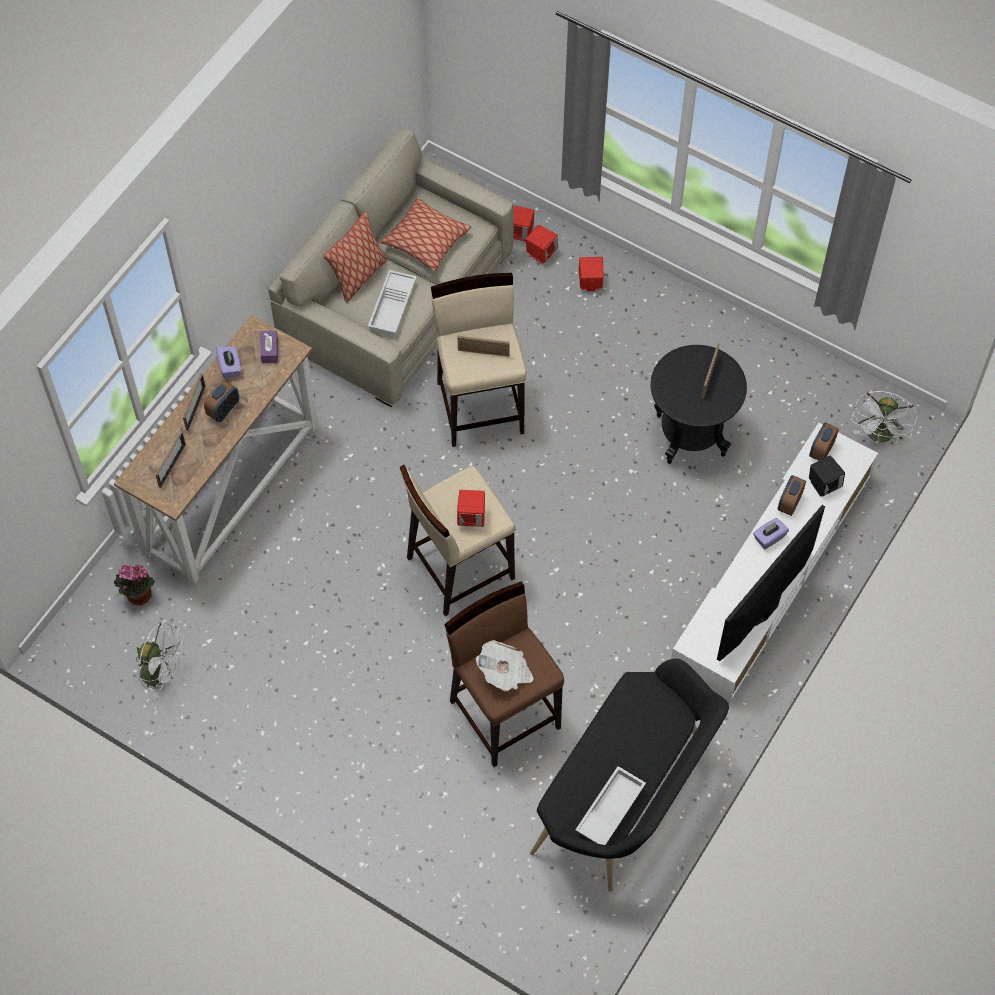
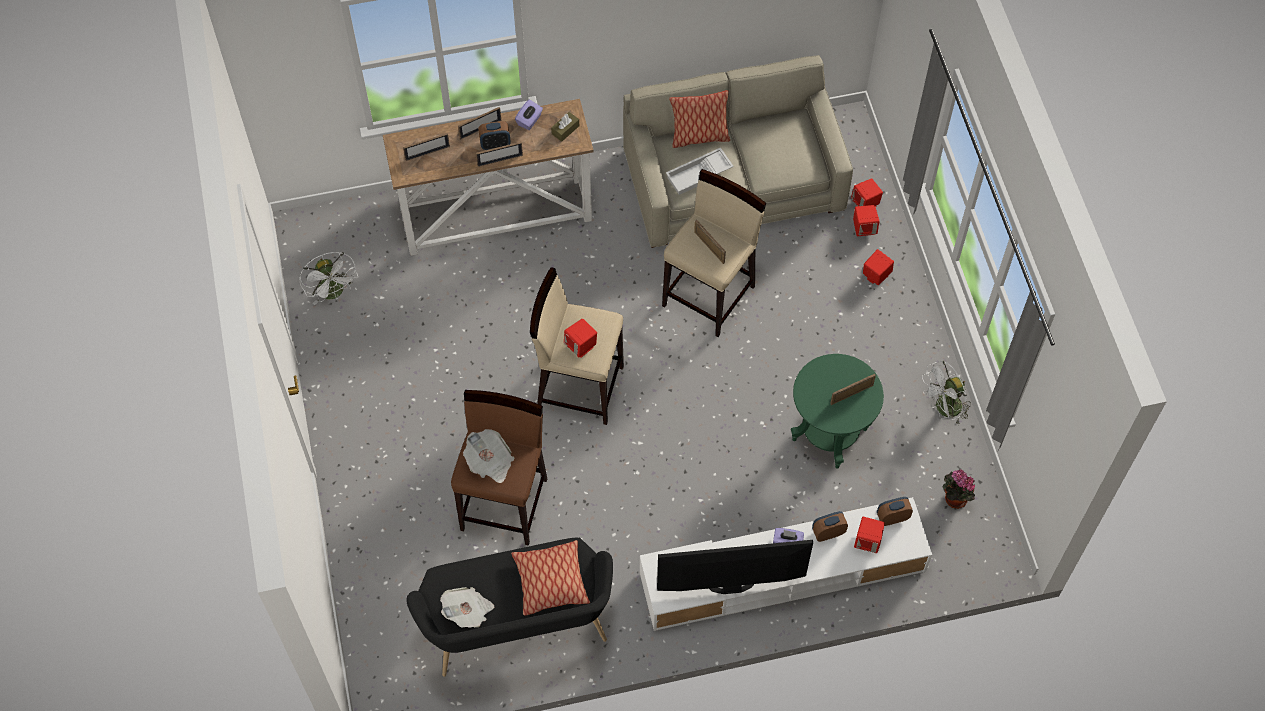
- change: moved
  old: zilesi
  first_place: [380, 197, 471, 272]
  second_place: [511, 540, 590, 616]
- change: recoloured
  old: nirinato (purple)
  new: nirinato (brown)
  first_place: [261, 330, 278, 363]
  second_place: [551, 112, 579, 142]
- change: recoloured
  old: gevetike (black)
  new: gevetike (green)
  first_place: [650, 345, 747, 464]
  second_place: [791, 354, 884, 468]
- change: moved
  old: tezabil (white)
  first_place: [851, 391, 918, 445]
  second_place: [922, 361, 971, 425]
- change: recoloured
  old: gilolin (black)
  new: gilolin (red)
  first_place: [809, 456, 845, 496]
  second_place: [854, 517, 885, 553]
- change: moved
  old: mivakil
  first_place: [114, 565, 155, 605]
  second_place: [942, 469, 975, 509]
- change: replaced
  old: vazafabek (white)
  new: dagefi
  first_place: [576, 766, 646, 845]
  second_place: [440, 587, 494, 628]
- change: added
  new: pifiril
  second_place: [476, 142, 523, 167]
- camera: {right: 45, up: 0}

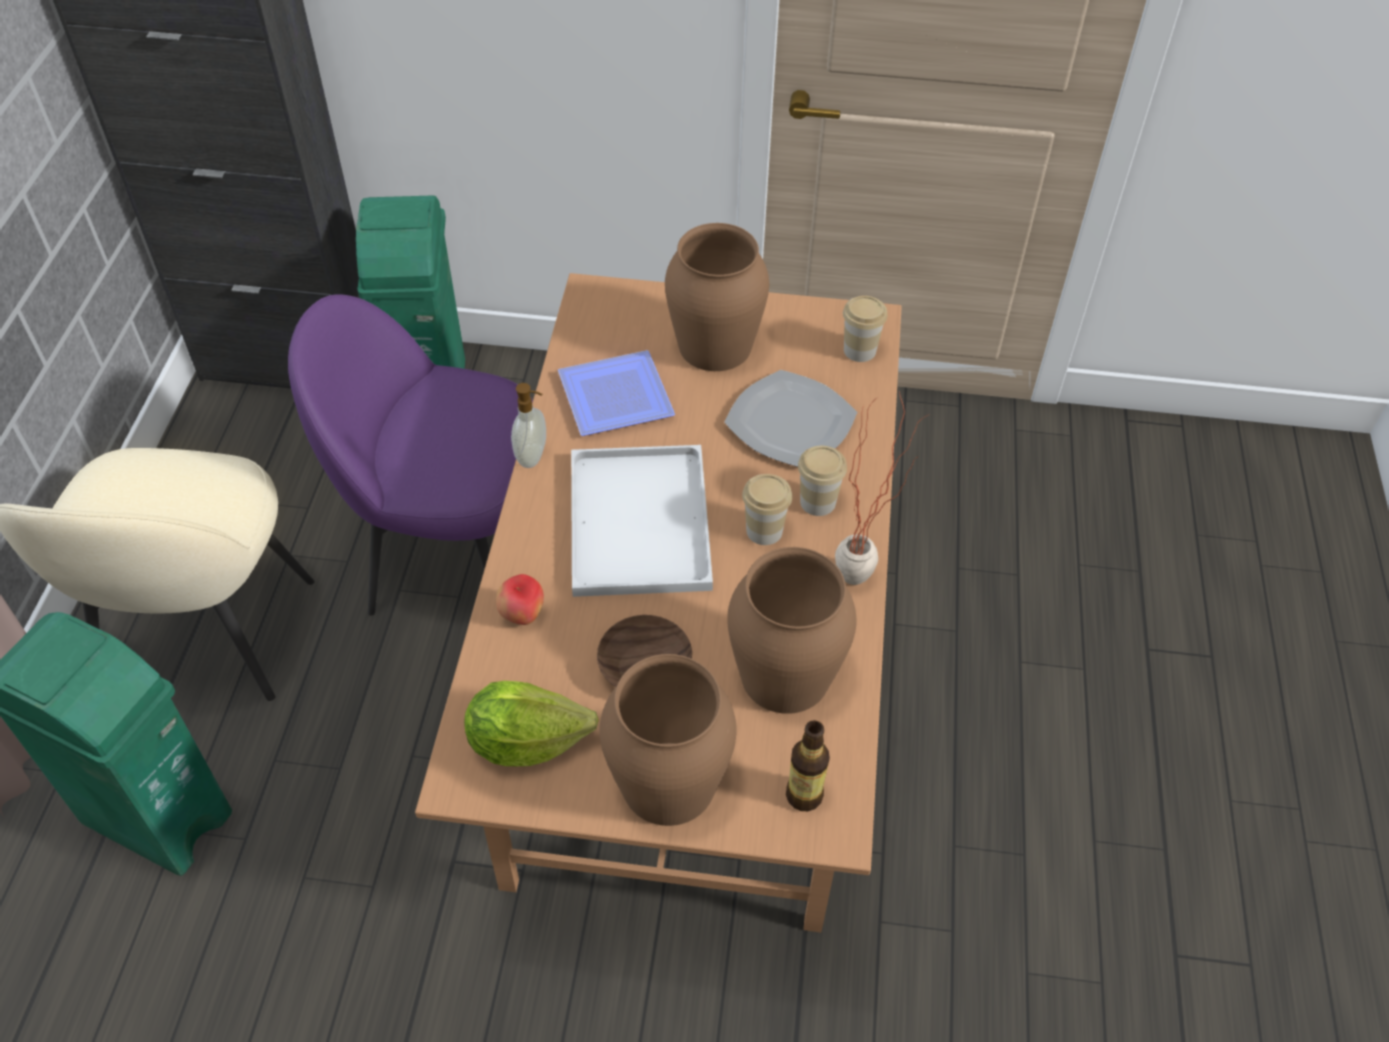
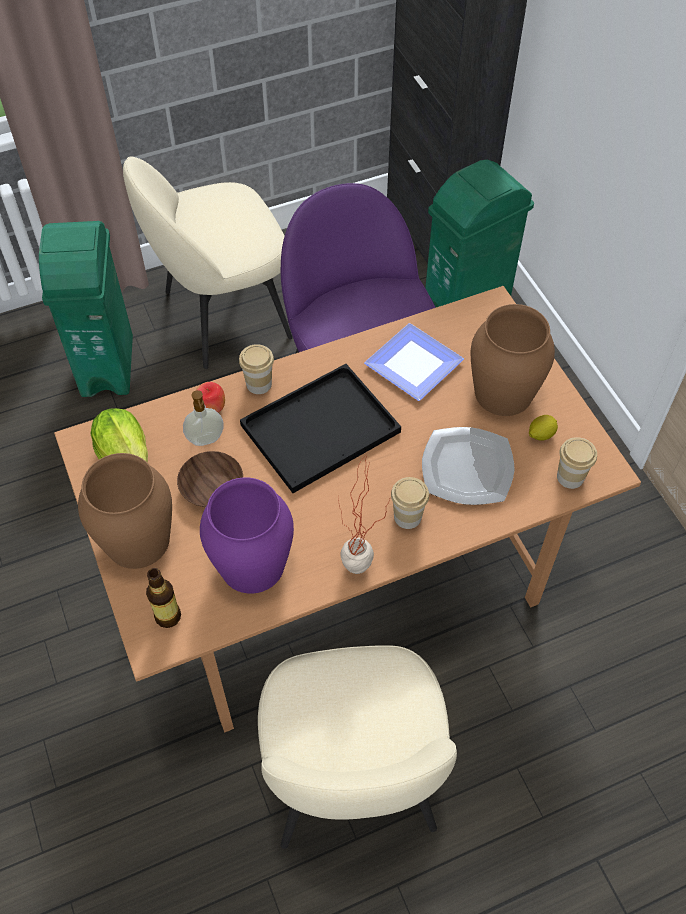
- change: moved
  old: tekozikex
  first_place: [511, 383, 546, 468]
  second_place: [183, 390, 224, 446]
- change: recoloured
  old: vazafabek (white)
  new: vazafabek (black)
  first_place: [571, 445, 713, 597]
  second_place: [240, 364, 401, 493]
- change: moved
  old: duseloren
  first_place: [742, 474, 792, 545]
  second_place: [239, 344, 274, 394]
- change: recoloured
  old: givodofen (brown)
  new: givodofen (purple)
  first_place: [728, 547, 857, 714]
  second_place: [200, 477, 294, 594]
- change: added
  new: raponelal
  second_place: [529, 415, 558, 441]
- change: added
  new: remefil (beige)
  second_place: [258, 645, 457, 849]
- camera: {right: 60, up: 5}

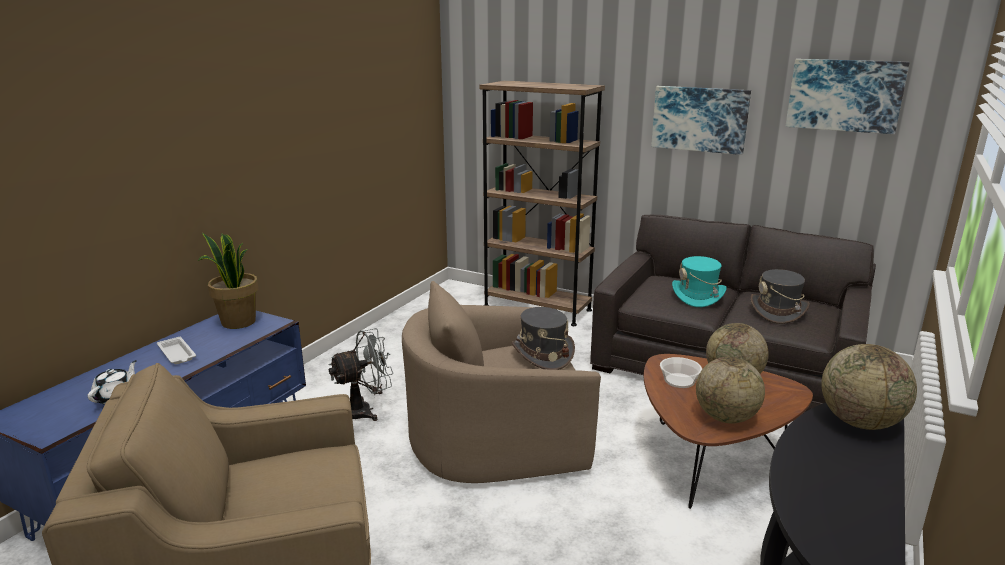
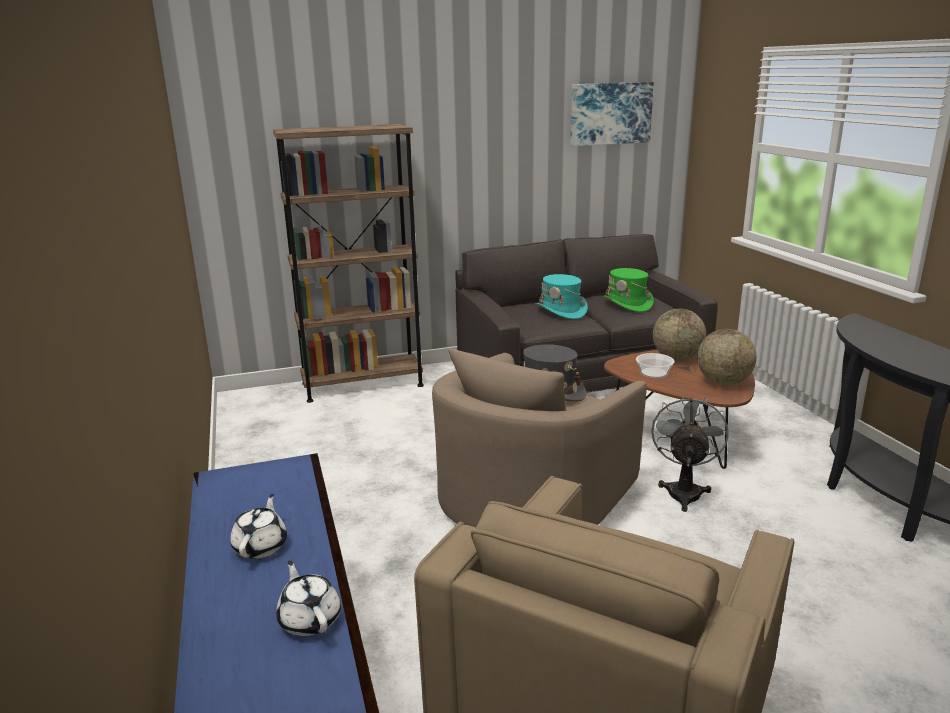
- change: removed
  old: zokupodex
  first_place: [651, 86, 751, 155]
- change: removed
  old: mivakil
  first_place: [198, 233, 258, 329]
- change: recoloured
  old: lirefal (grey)
  new: lirefal (green)
  first_place: [751, 269, 810, 324]
  second_place: [602, 268, 654, 312]
- change: moved
  old: tezabil (grey)
  first_place: [329, 328, 393, 421]
  second_place: [651, 393, 728, 512]
- change: replaced
  old: vazafabek (white)
  new: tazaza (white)
  first_place: [157, 336, 196, 364]
  second_place: [230, 494, 287, 559]
- change: removed
  old: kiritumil
  first_place: [821, 344, 917, 430]
- camera: {right: -45, up: 0}

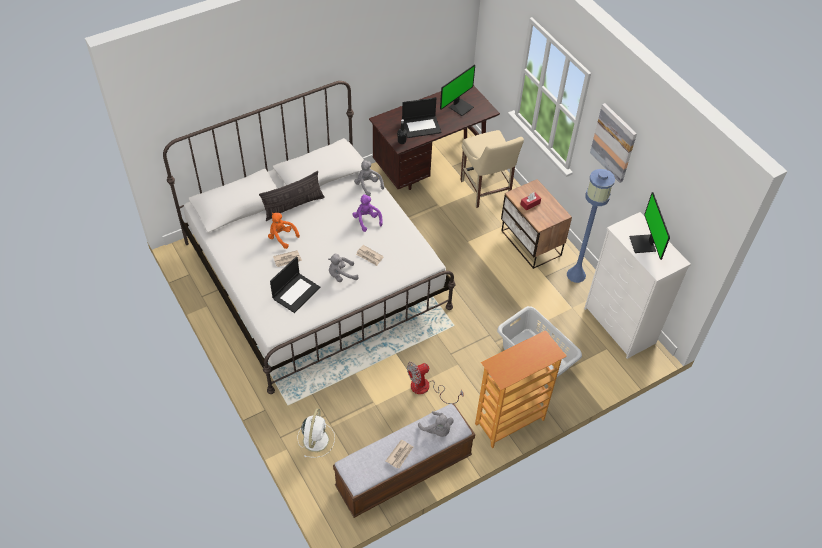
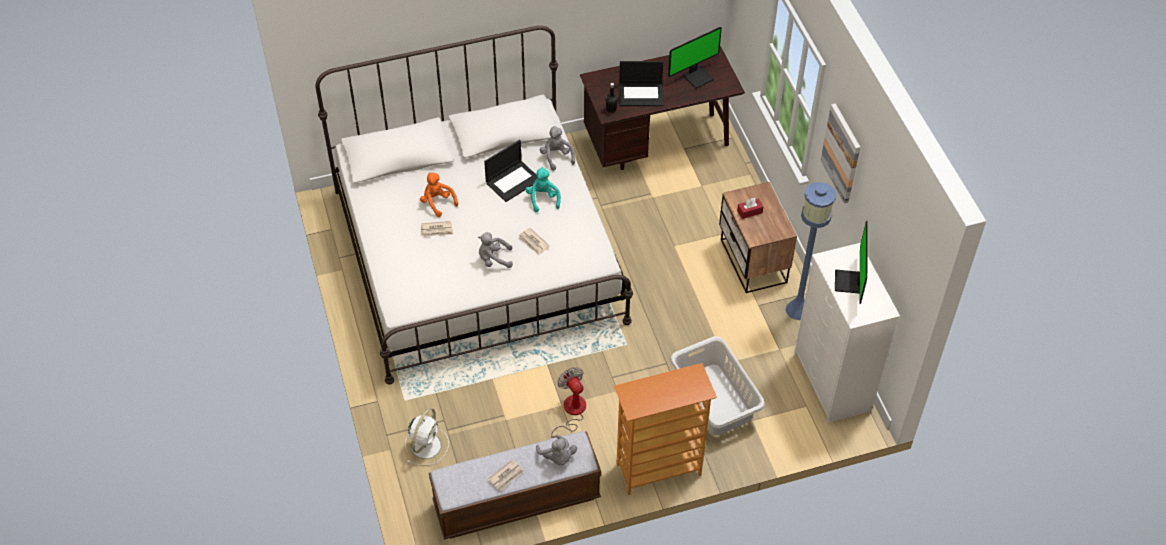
- change: removed
  old: remefil (beige)
  first_place: [460, 130, 524, 208]
- change: removed
  old: zilesi
  first_place: [259, 171, 325, 221]
- change: recoloured
  old: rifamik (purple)
  new: rifamik (turquoise)
  first_place: [352, 194, 383, 232]
  second_place: [525, 167, 561, 212]
- change: moved
  old: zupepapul
  first_place: [270, 256, 320, 313]
  second_place: [484, 140, 537, 202]
- change: turned
  old: tezabil
  first_place: [407, 362, 464, 404]
  second_place: [551, 367, 586, 439]
  degrees: 75
- camera: {right: 15, up: 0}

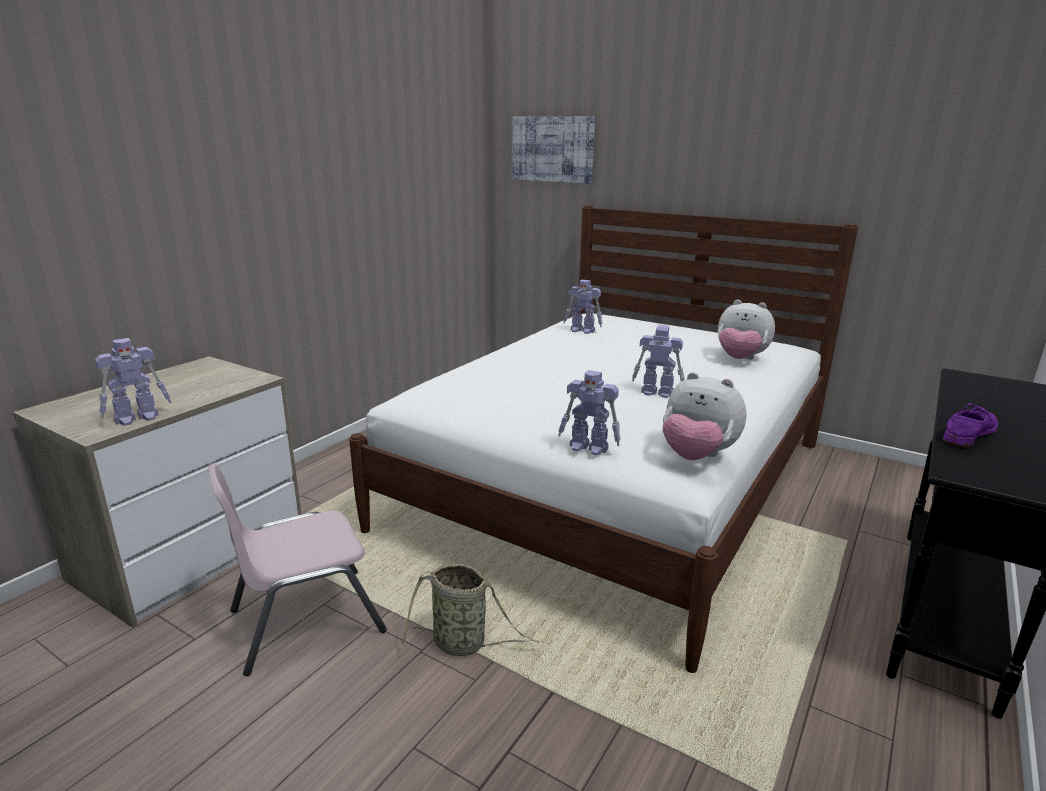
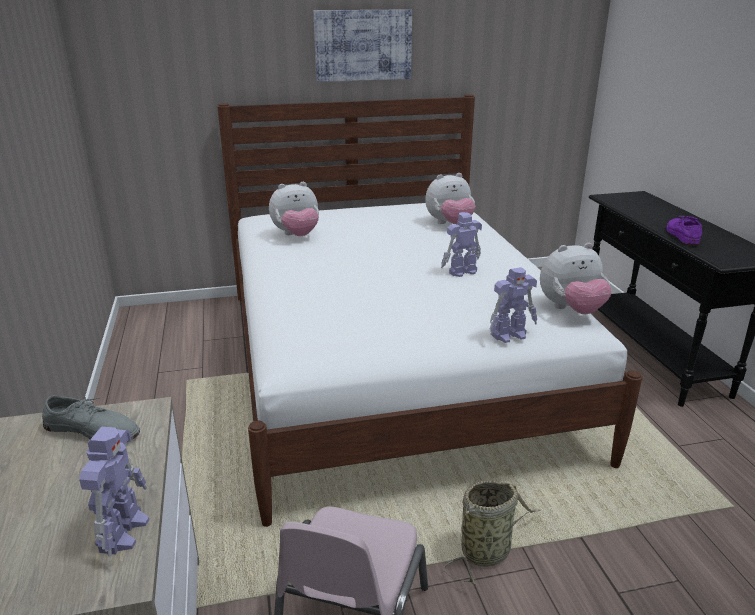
- change: moved
  old: zokupodex
  first_place: [512, 117, 595, 184]
  second_place: [314, 9, 412, 82]
- change: replaced
  old: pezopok
  new: rifamik
  first_place: [563, 280, 602, 334]
  second_place: [269, 182, 319, 236]
- change: added
  new: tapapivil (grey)
  second_place: [42, 396, 140, 440]
- camera: {right: -45, up: 5}

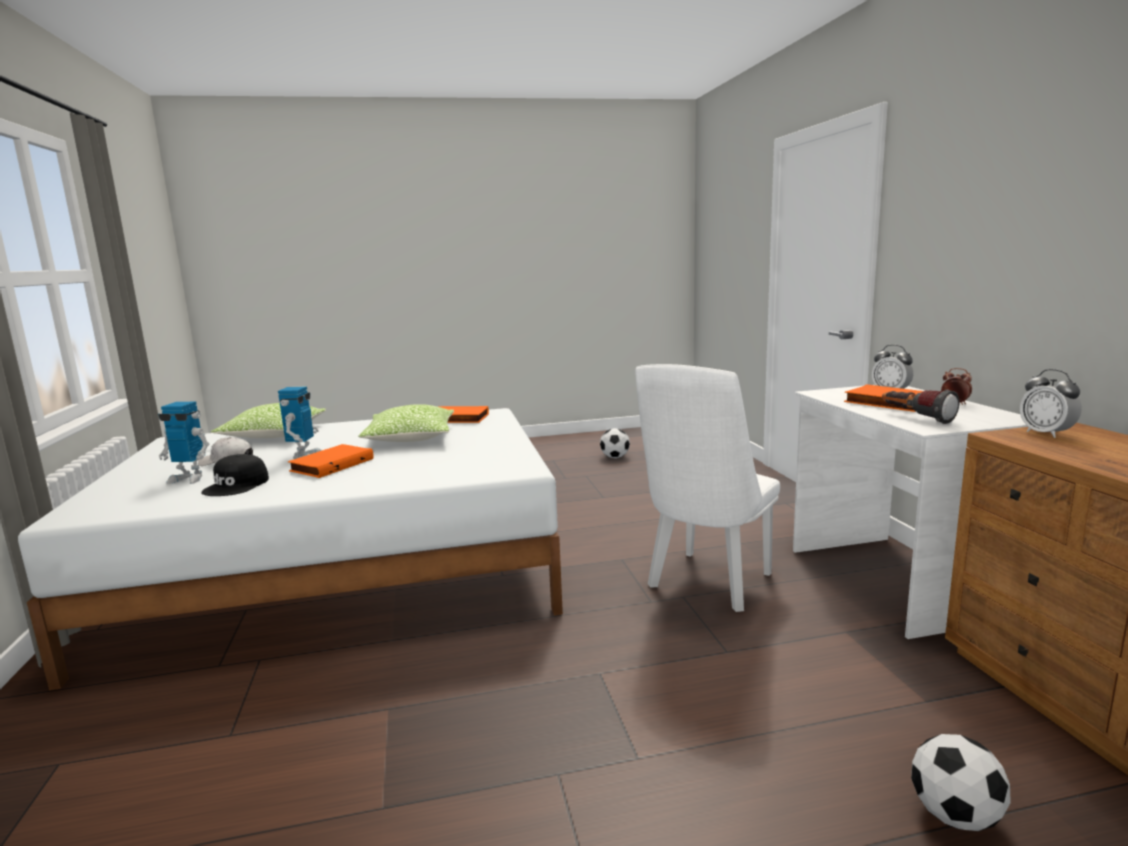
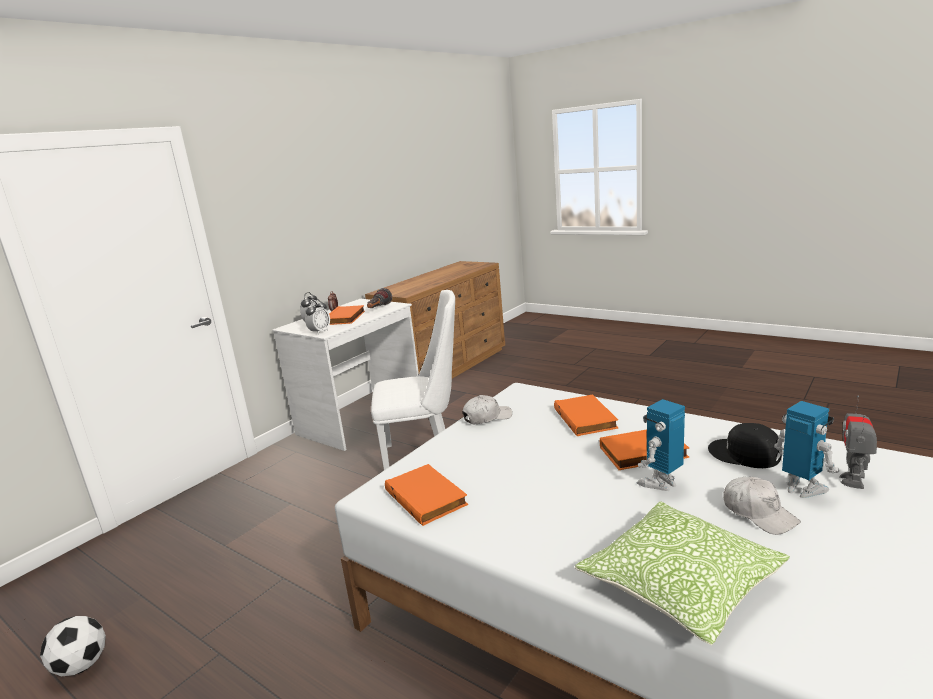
- change: moved
  old: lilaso
  first_place: [1020, 369, 1082, 438]
  second_place: [305, 299, 330, 335]
- change: removed
  old: zilesi
  first_place: [358, 404, 454, 442]
- change: turned
  old: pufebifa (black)
  first_place: [201, 454, 269, 496]
  second_place: [708, 423, 782, 468]
  degrees: -120
- change: removed
  old: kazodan
  first_place: [911, 734, 1011, 831]
- change: added
  new: pufebifa (white)
  second_place: [462, 395, 512, 424]
- change: added
  new: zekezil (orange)
  second_place: [554, 395, 618, 436]
- change: added
  new: pezopok
  second_place: [839, 396, 877, 489]
- camera: {right: -130, up: 5}

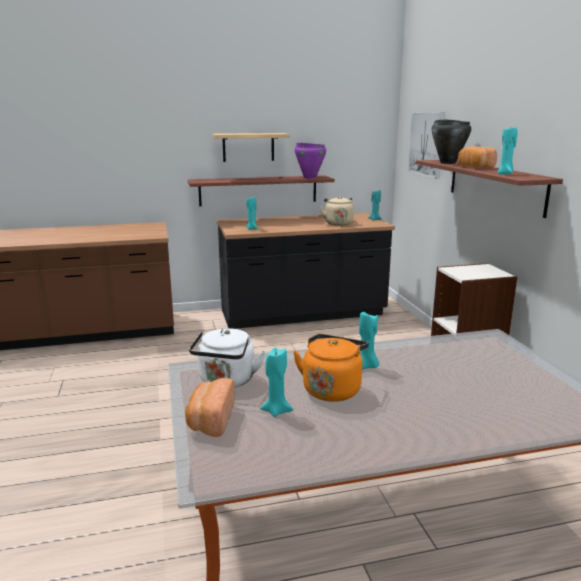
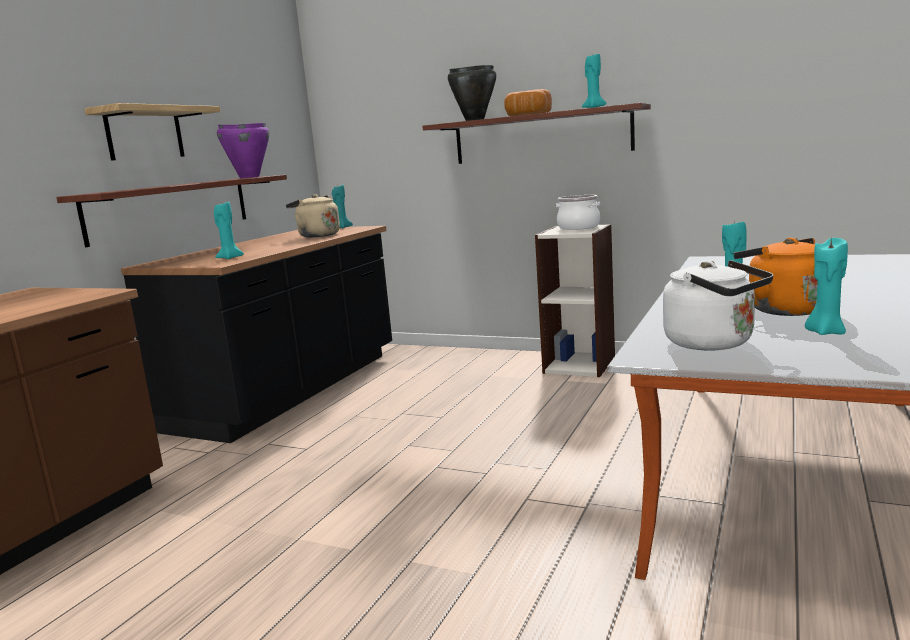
- change: removed
  old: zokupodex
  first_place: [408, 112, 445, 179]
- change: removed
  old: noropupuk
  first_place: [185, 378, 235, 437]
- change: added
  new: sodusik
  second_place: [556, 195, 600, 230]
- camera: {right: -50, up: -5}

